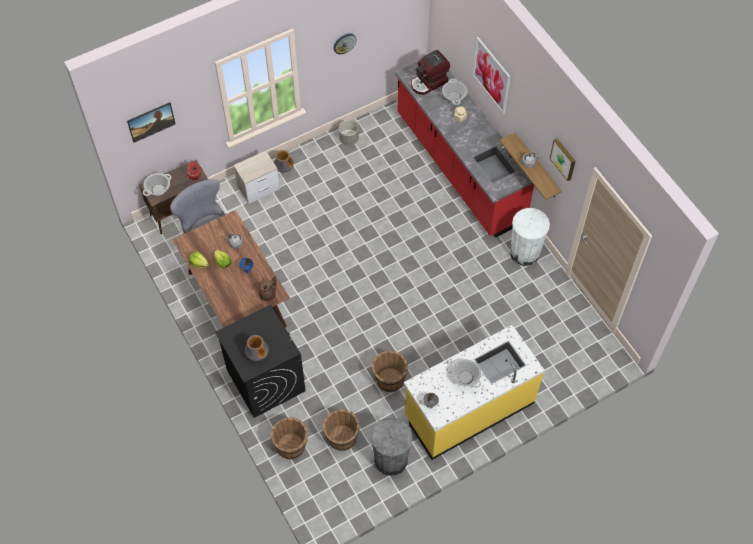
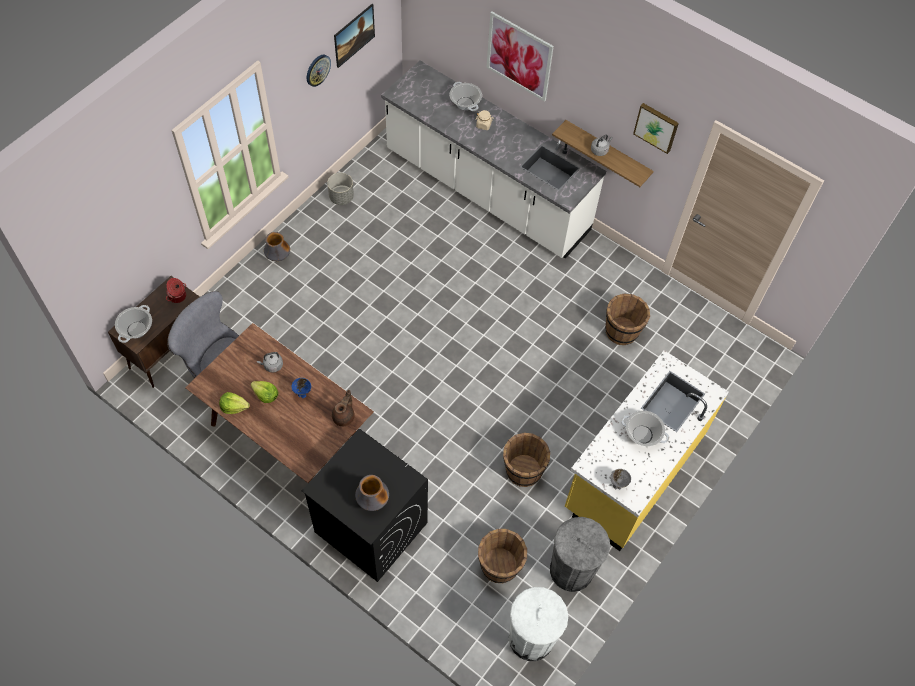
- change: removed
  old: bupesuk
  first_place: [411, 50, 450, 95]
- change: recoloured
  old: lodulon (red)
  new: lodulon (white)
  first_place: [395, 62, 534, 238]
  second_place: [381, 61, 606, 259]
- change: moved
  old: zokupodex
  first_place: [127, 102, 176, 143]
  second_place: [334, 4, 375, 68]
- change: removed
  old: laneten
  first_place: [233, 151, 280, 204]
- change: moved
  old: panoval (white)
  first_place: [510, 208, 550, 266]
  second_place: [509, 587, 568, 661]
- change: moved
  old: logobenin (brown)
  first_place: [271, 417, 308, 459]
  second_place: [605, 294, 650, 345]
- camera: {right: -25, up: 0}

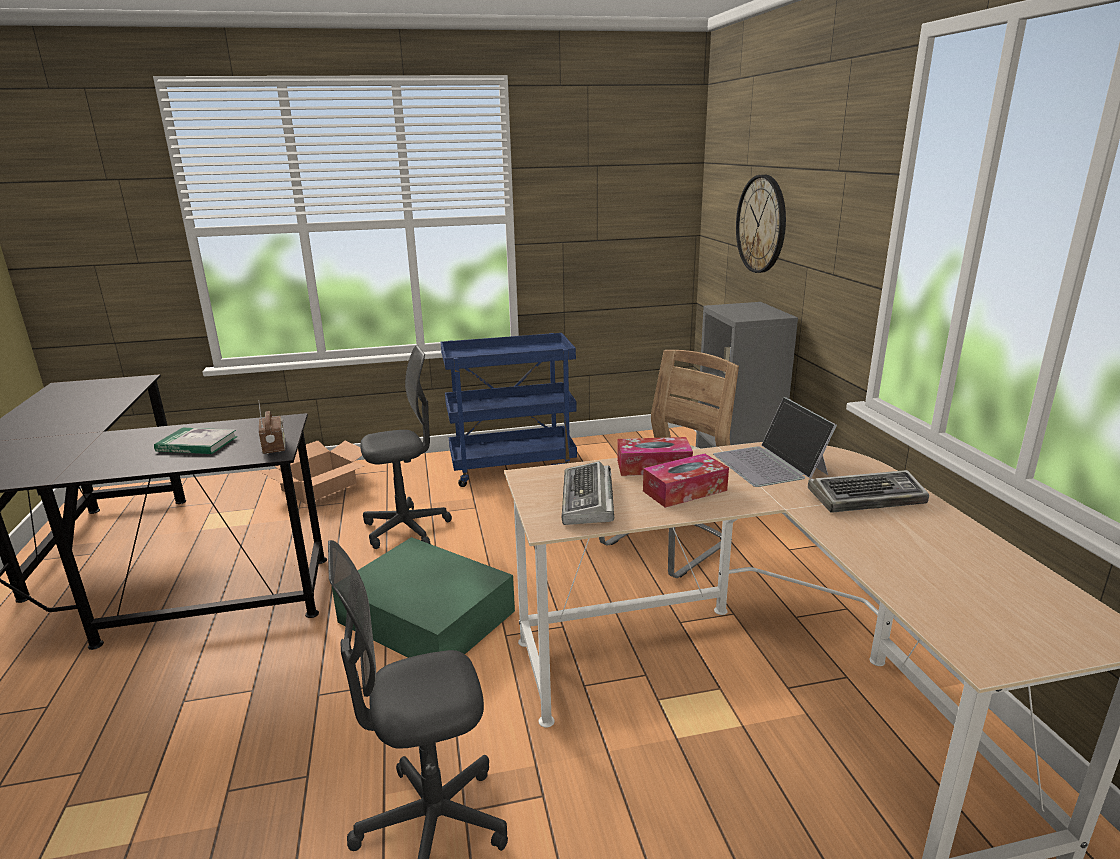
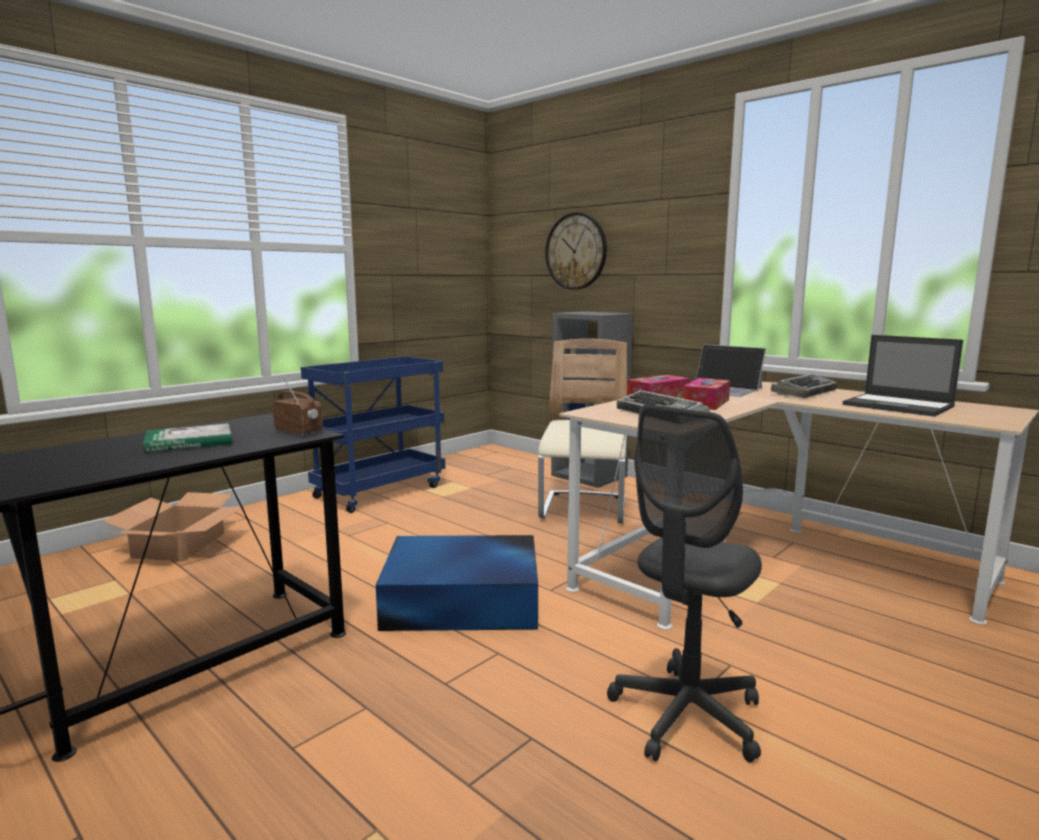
- change: removed
  old: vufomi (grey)
  first_place: [360, 345, 452, 549]
- change: recoloured
  old: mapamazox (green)
  new: mapamazox (blue)
  first_place: [332, 537, 515, 658]
  second_place: [376, 535, 538, 631]
- change: added
  new: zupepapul
  second_place: [842, 335, 963, 417]
- camera: {right: -35, up: -10}

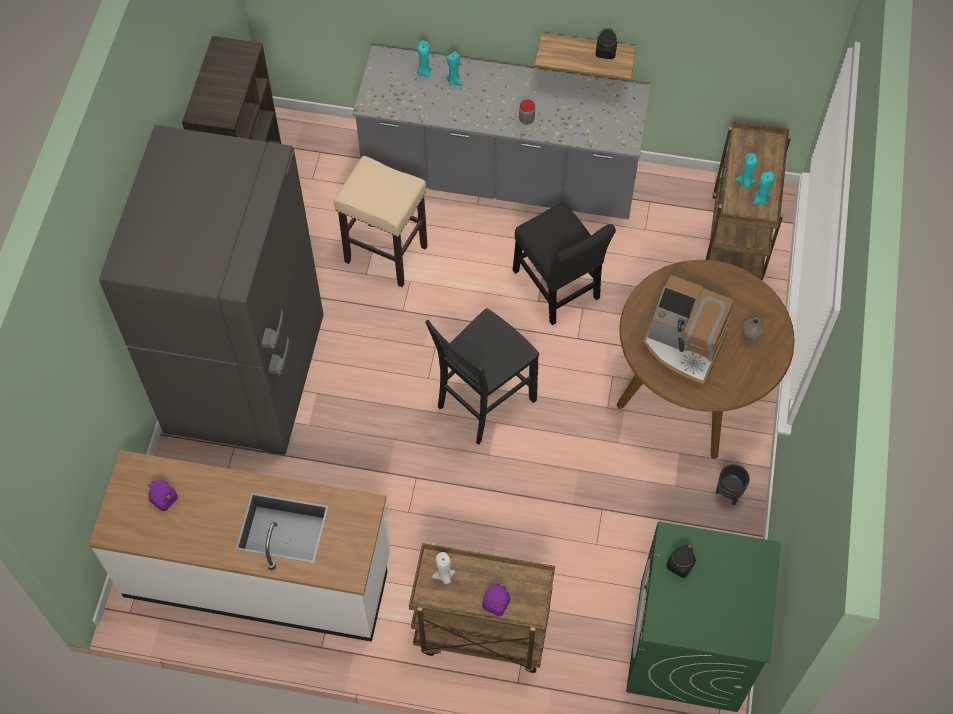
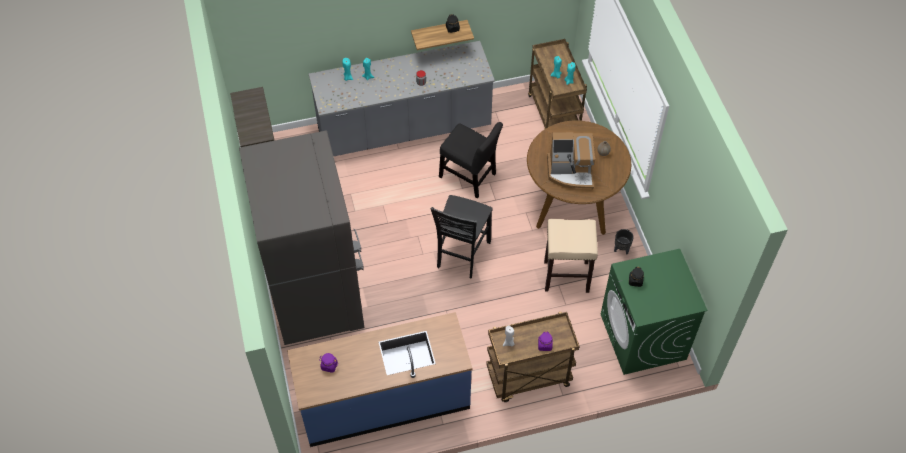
- change: moved
  old: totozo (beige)
  first_place: [333, 156, 427, 287]
  second_place: [544, 219, 598, 293]
- change: recoloured
  old: lodulon (white)
  new: lodulon (blue)
  first_place: [89, 450, 390, 642]
  second_place: [287, 312, 473, 447]
- camera: {right: -25, up: -5}

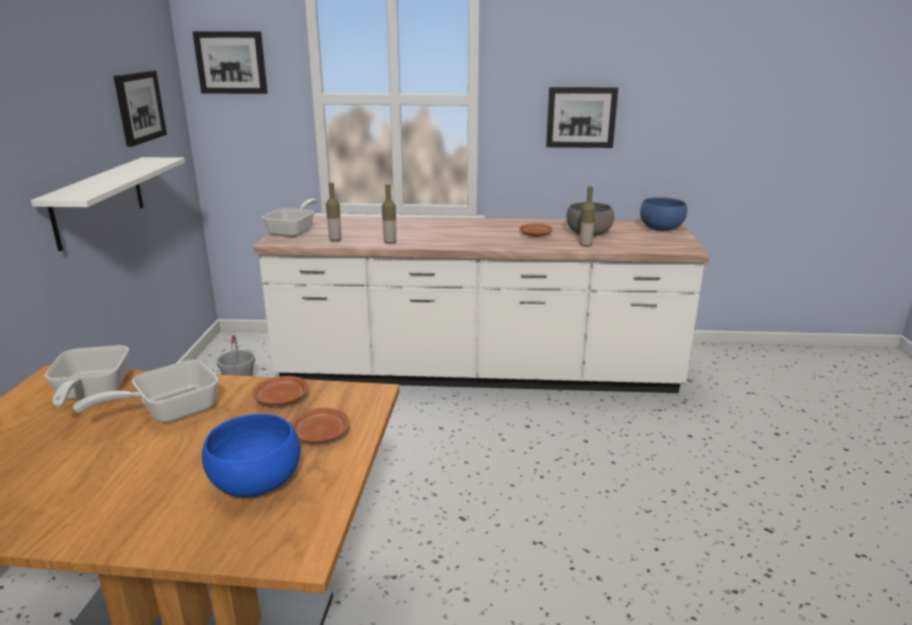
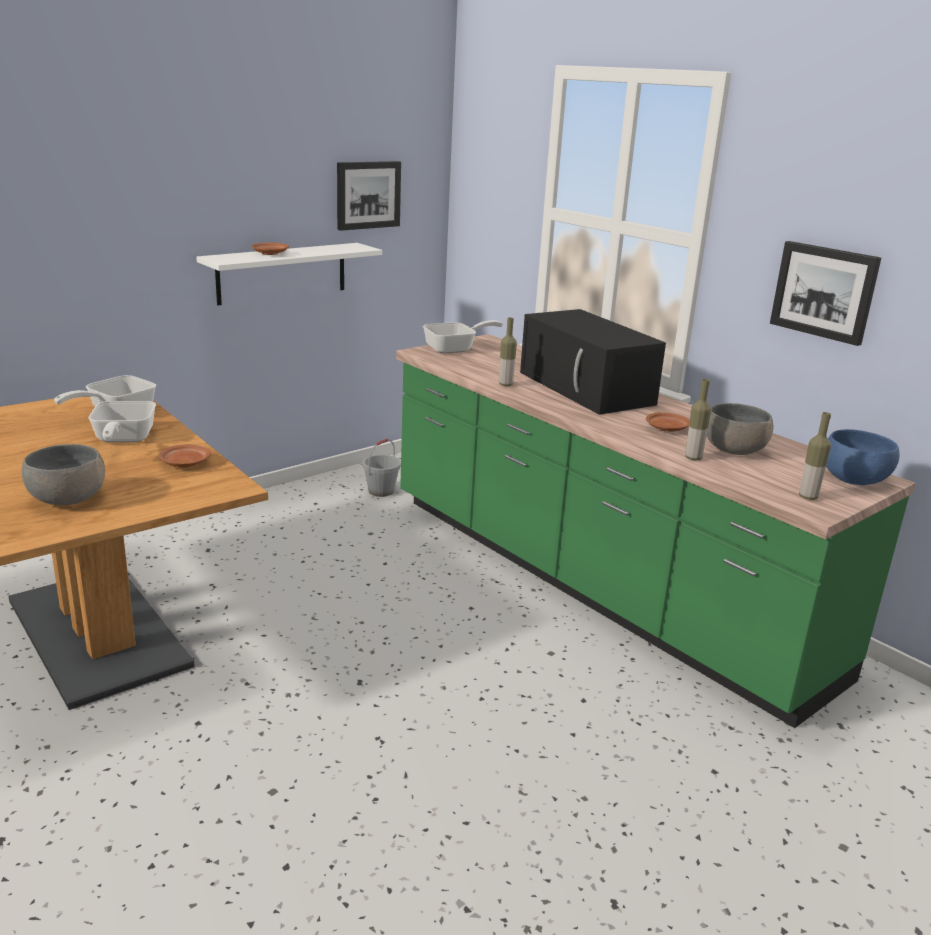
- change: removed
  old: zokupodex
  first_place: [193, 31, 268, 94]
- change: moved
  old: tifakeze
  first_place: [326, 183, 341, 242]
  second_place: [799, 412, 831, 500]
- change: recoloured
  old: lodulon (white)
  new: lodulon (green)
  first_place: [254, 215, 710, 393]
  second_place: [396, 334, 915, 728]
- change: turned
  old: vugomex
  first_place: [73, 360, 219, 423]
  second_place: [88, 401, 156, 442]
  degrees: -105
- change: moved
  old: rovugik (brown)
  first_place: [291, 408, 350, 443]
  second_place: [252, 243, 289, 255]
- change: recoloured
  old: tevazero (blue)
  new: tevazero (grey)
  first_place: [202, 414, 300, 497]
  second_place: [22, 444, 105, 505]
- change: added
  new: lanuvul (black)
  second_place: [520, 309, 666, 415]
- camera: {right: 45, up: 0}

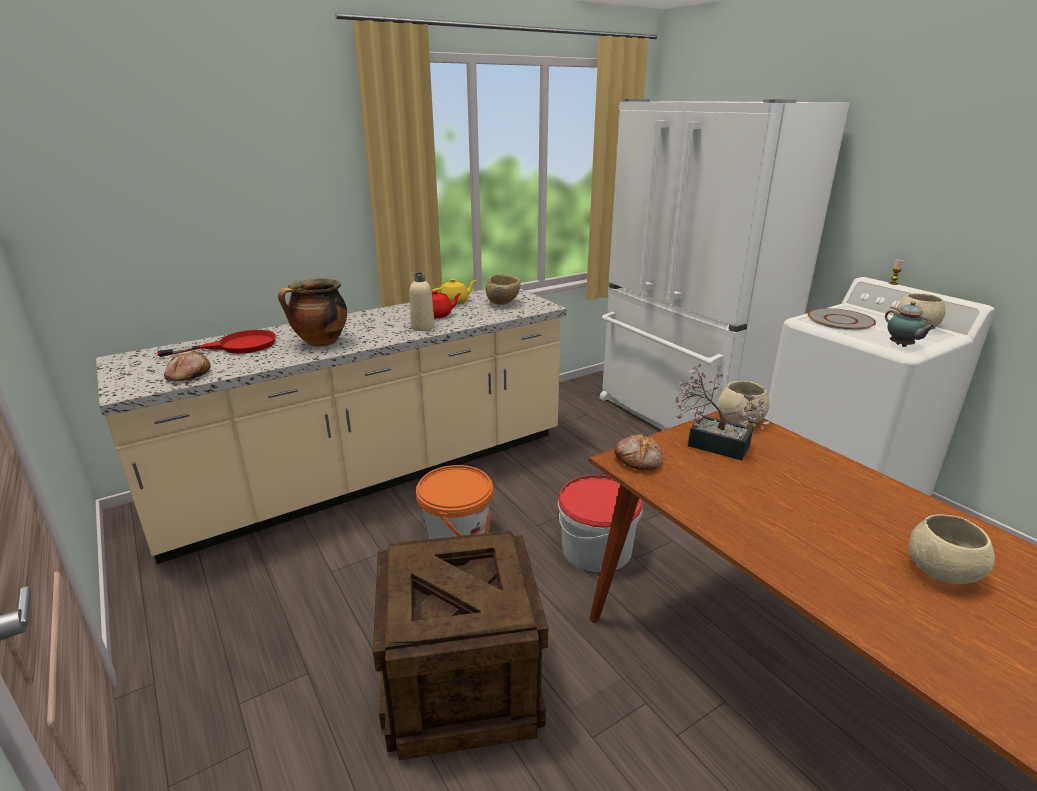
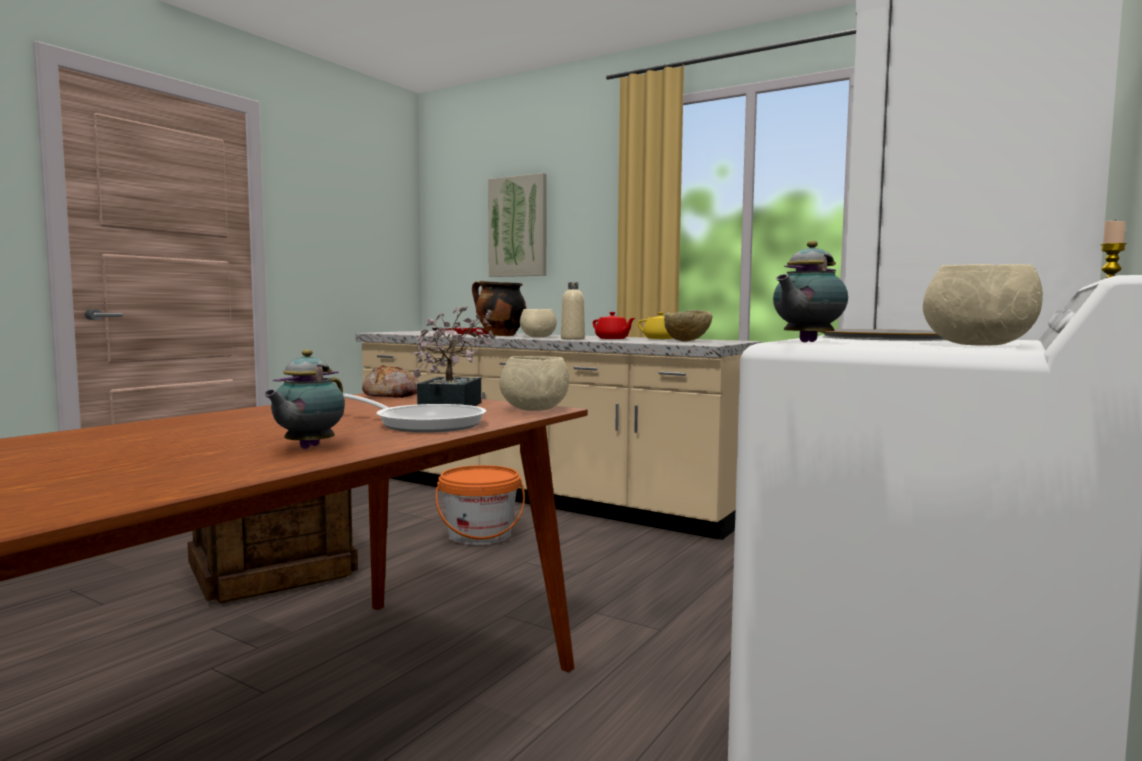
- change: removed
  old: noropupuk
  first_place: [164, 350, 211, 381]
- change: removed
  old: logobenin
  first_place: [558, 475, 643, 572]
- change: moved
  old: tevazero (beige)
  first_place: [908, 514, 995, 584]
  second_place: [520, 309, 557, 337]
- change: added
  new: zokupodex
  second_place: [488, 173, 547, 277]
- change: added
  new: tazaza
  second_place: [263, 350, 345, 449]
- change: added
  new: vugomex
  second_place: [343, 394, 487, 433]
- camera: {right: 65, up: -20}

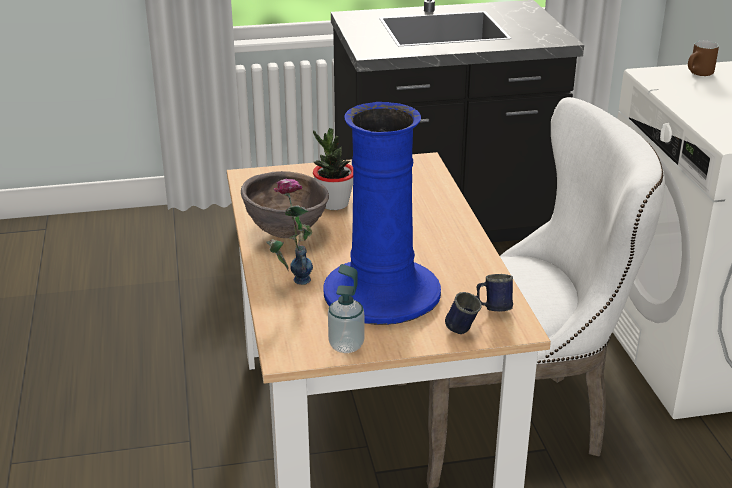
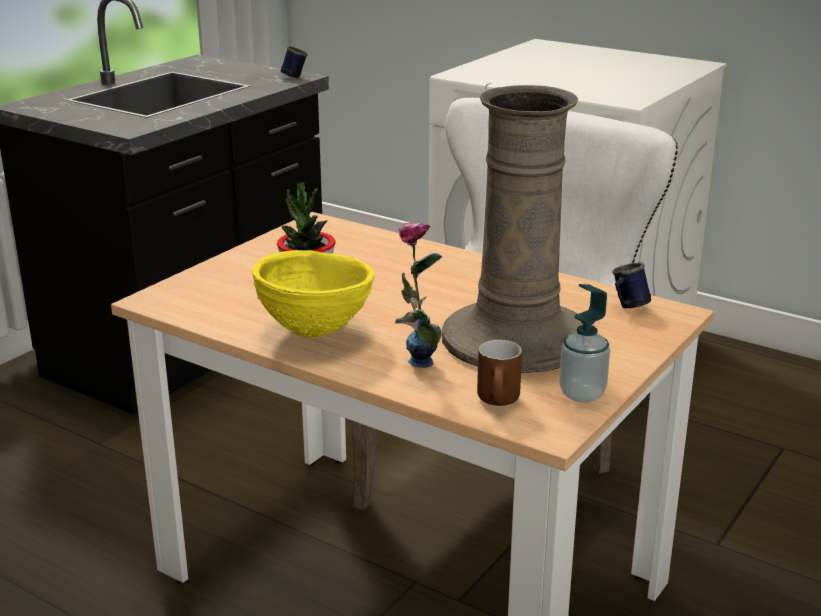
- change: moved
  old: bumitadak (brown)
  first_place: [688, 41, 719, 76]
  second_place: [477, 340, 522, 406]
- change: recoloured
  old: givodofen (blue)
  new: givodofen (beige)
  first_place: [323, 102, 441, 325]
  second_place: [442, 85, 583, 373]
- change: recoloured
  old: tevazero (brown)
  new: tevazero (yellow)
  first_place: [241, 171, 329, 238]
  second_place: [252, 250, 375, 338]
- change: moved
  old: bumitadak (blue)
  first_place: [445, 292, 482, 334]
  second_place: [281, 46, 308, 78]
- camera: {right: -45, up: -5}

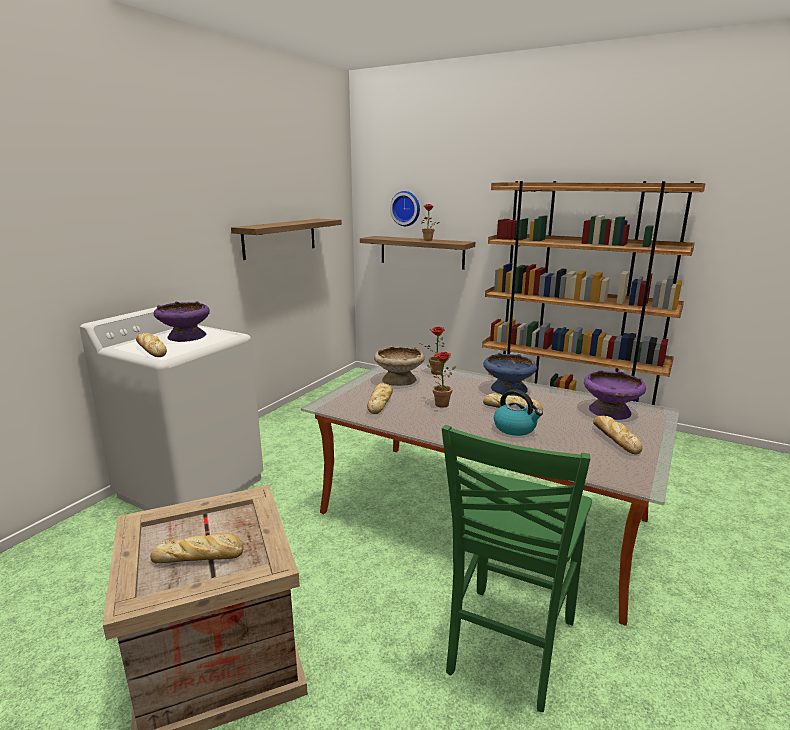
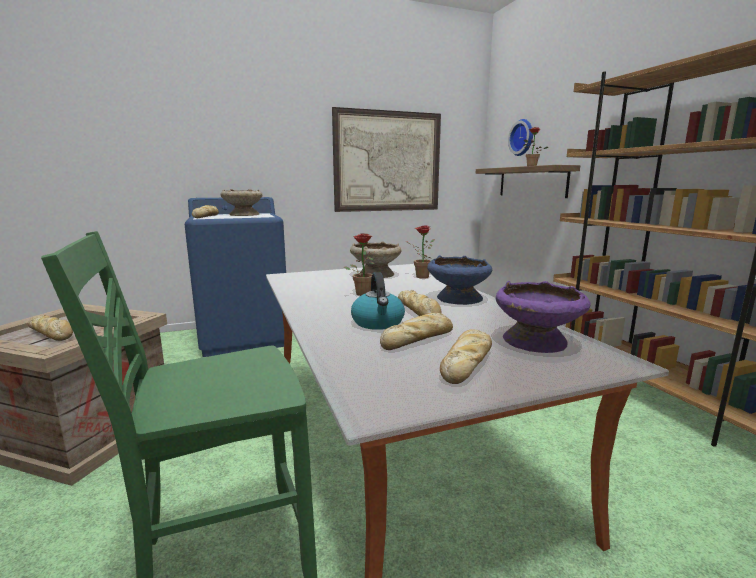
- change: replaced
  old: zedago
  new: zokupodex
  first_place: [231, 219, 342, 260]
  second_place: [332, 107, 441, 212]
- change: recoloured
  old: tevazero (purple)
  new: tevazero (beige)
  first_place: [154, 301, 210, 342]
  second_place: [220, 189, 263, 216]
- change: recoloured
  old: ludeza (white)
  new: ludeza (blue)
  first_place: [80, 307, 263, 510]
  second_place: [184, 197, 286, 357]
- change: moved
  old: noropupuk
  first_place: [367, 383, 393, 414]
  second_place: [380, 313, 453, 350]
- camera: {right: 40, up: -5}

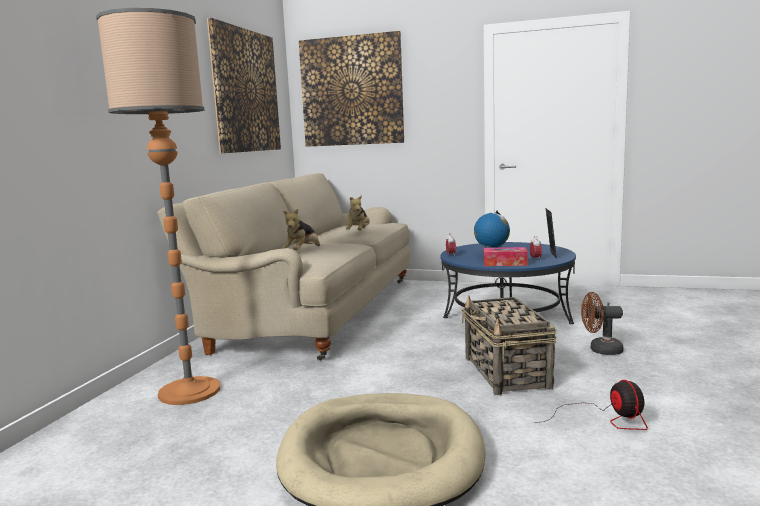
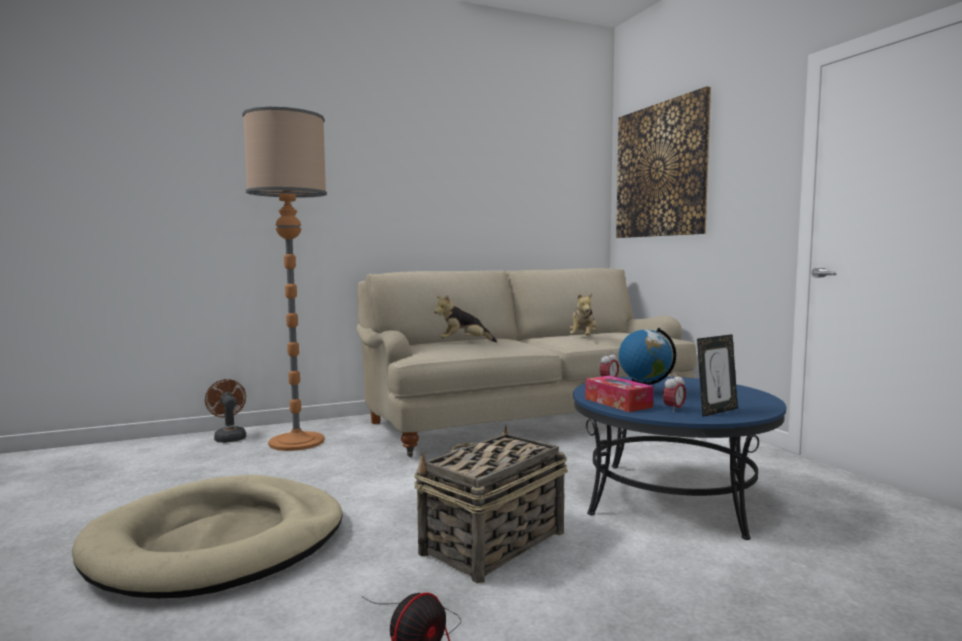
- change: removed
  old: zokupodex
  first_place: [207, 18, 281, 153]
- change: turned
  old: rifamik
  first_place: [346, 195, 370, 230]
  second_place: [569, 293, 597, 335]
  degrees: -45
- change: moved
  old: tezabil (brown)
  first_place: [581, 292, 624, 355]
  second_place: [205, 379, 246, 443]
- camera: {right: 50, up: -5}

